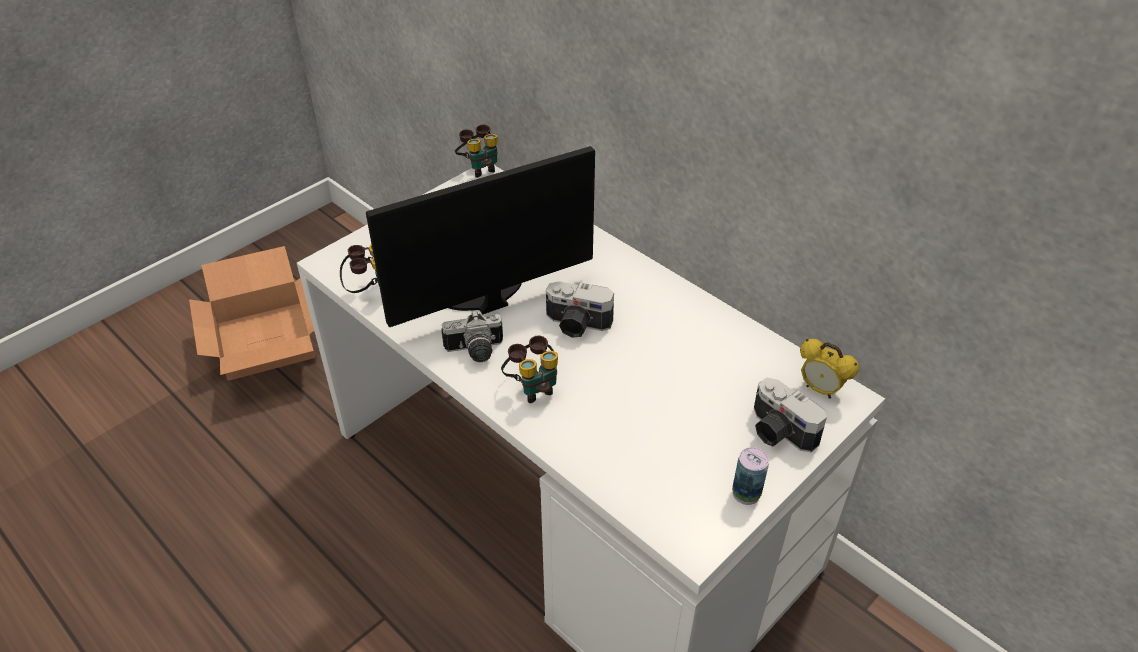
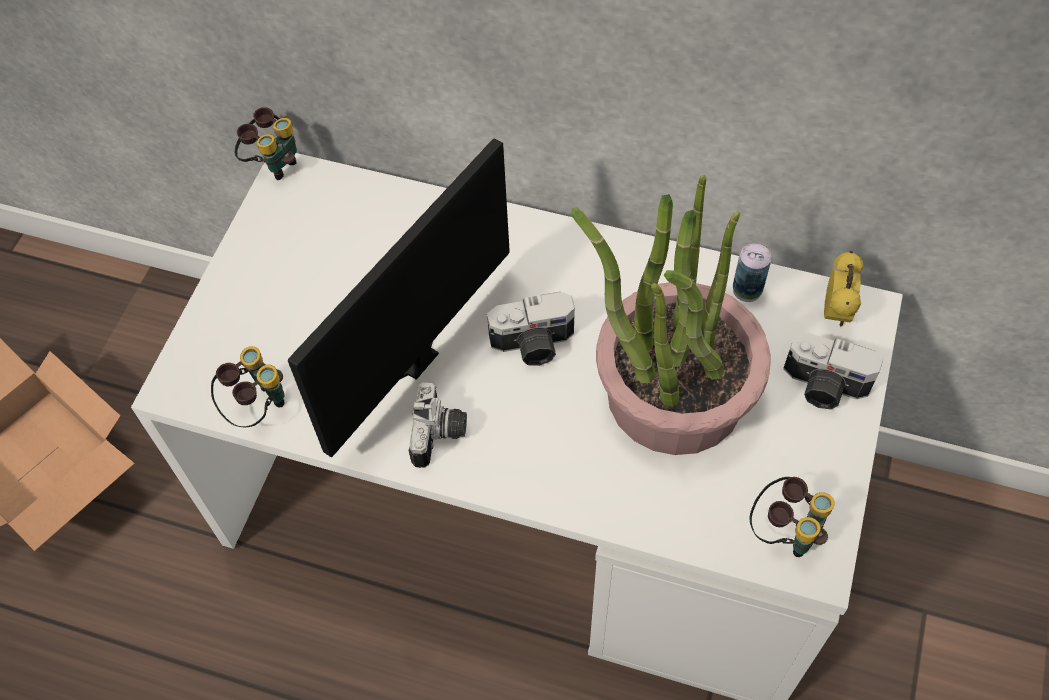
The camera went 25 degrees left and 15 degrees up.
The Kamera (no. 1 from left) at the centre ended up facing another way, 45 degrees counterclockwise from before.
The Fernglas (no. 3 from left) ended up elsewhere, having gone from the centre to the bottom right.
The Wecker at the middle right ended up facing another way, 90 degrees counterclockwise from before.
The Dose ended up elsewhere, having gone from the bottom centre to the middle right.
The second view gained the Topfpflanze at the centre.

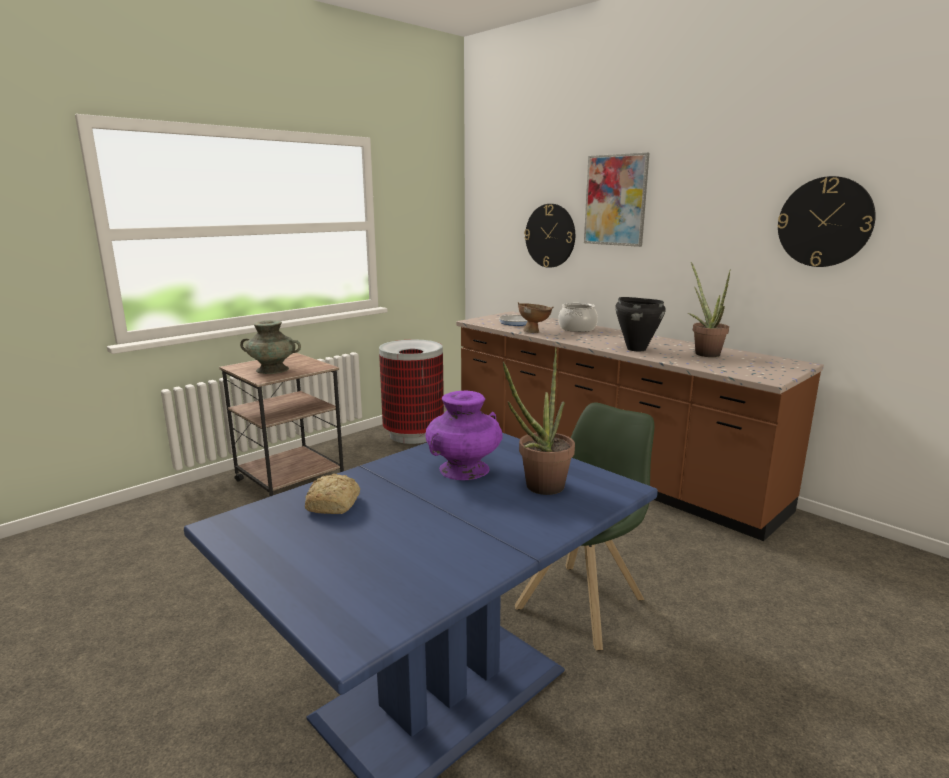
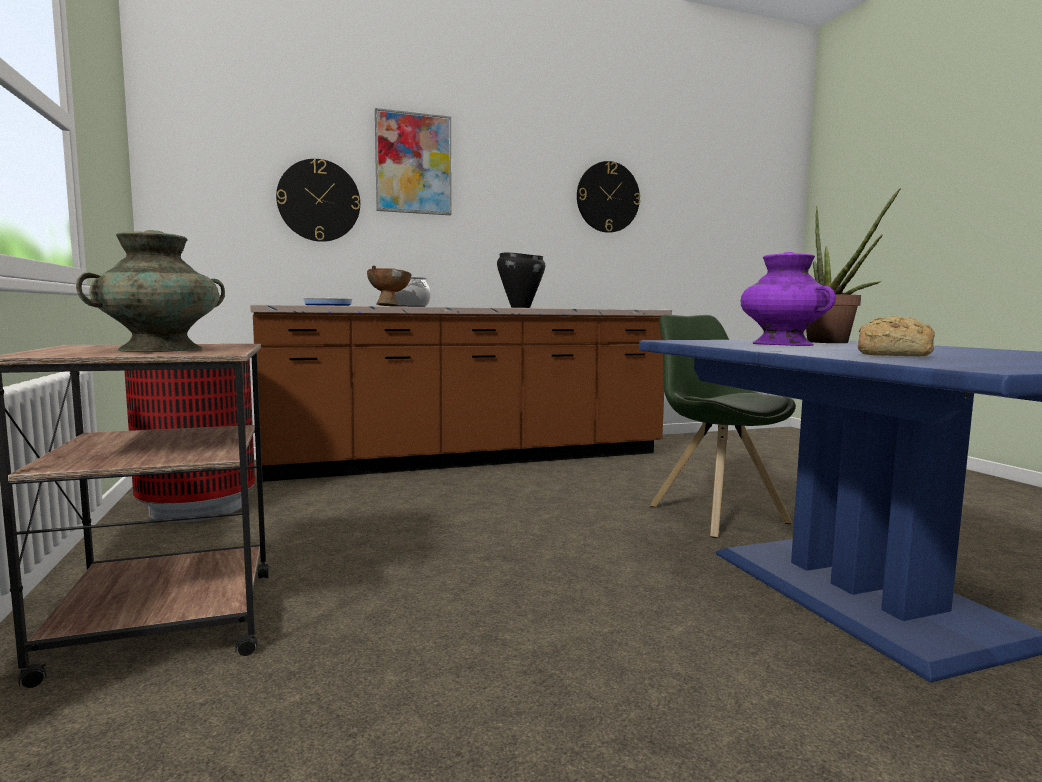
The camera went 65 degrees left and 10 degrees down.
The second view lost the Topfpflanze (no. 2 from left) at the middle right.

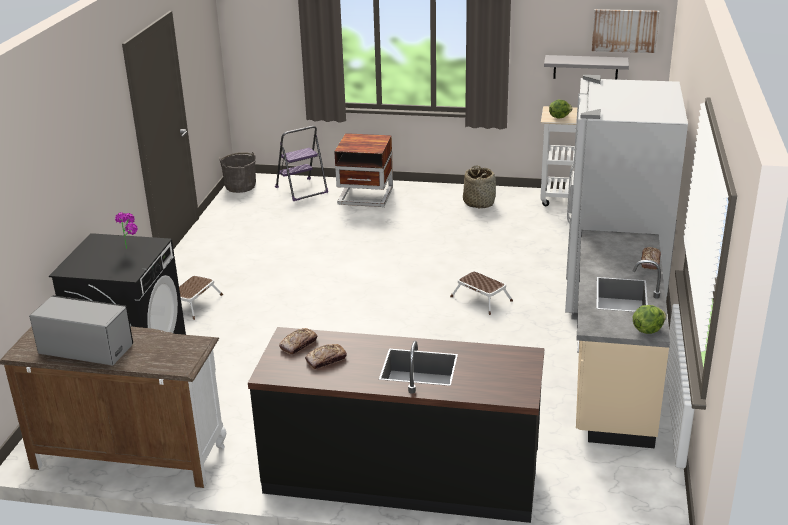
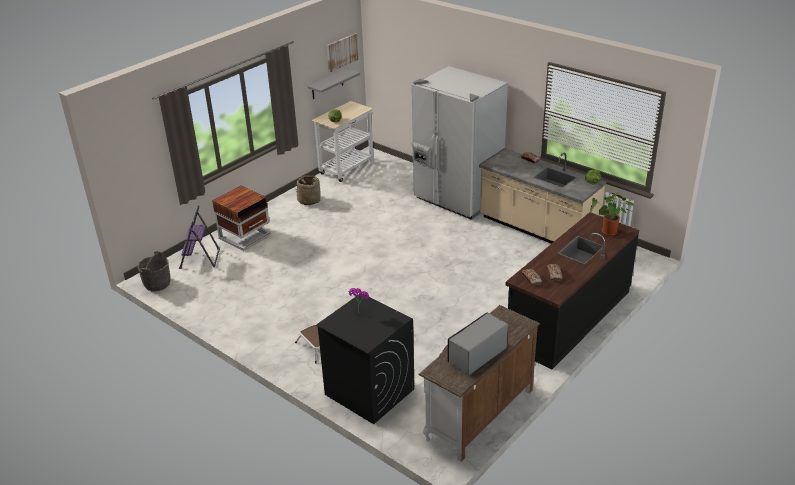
The camera went 60 degrees left and 5 degrees up.
The second view lost the Trittleiter (braun) (no. 2 from left) at the centre.
The second view gained the Topfpflanze (no. 2 from left) at the middle right.

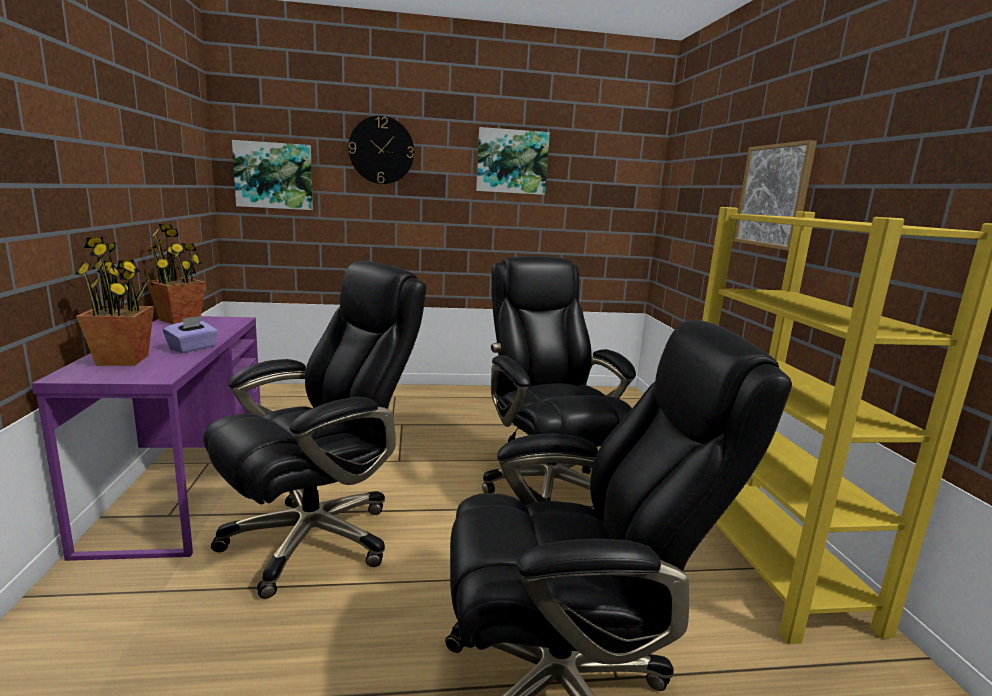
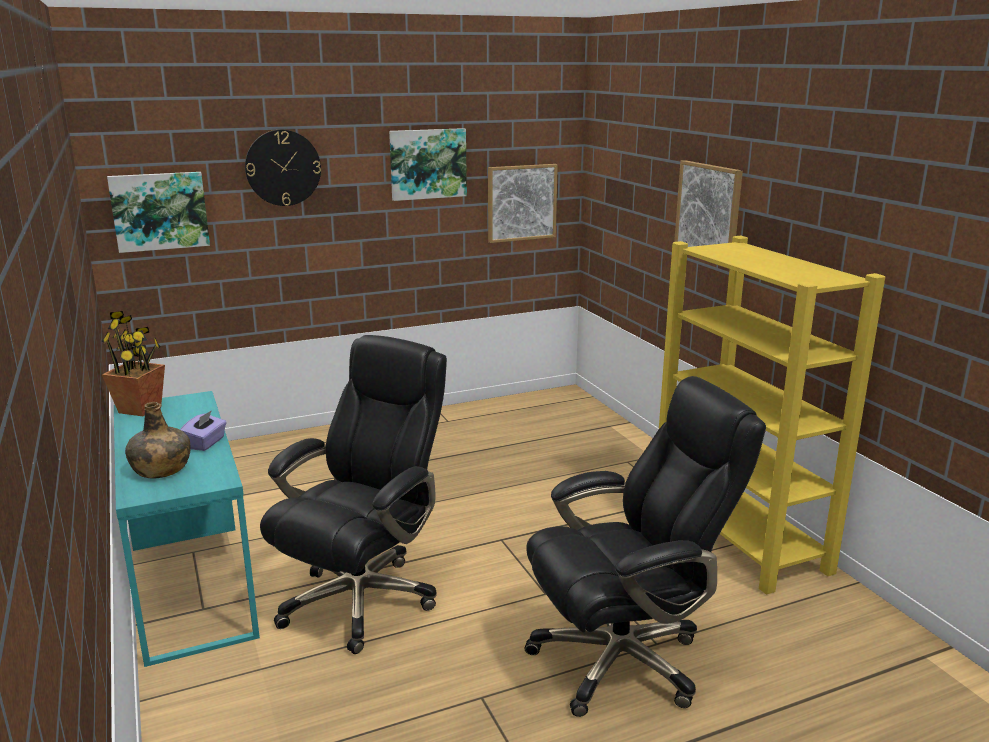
The camera went 15 degrees left and 5 degrees up.
Where the Topfpflanze (no. 1 from left) stood at the middle left, the Flasche (grün) came to stand at the middle left.
The second view lost the Bürostuhl (schwarz) (no. 2 from left) at the centre.
What was the Schreibtisch (lila) at the middle left turned into the Schreibtisch (türkis) at the bottom left.
The second view gained the Bild (no. 3 from left) at the top centre.

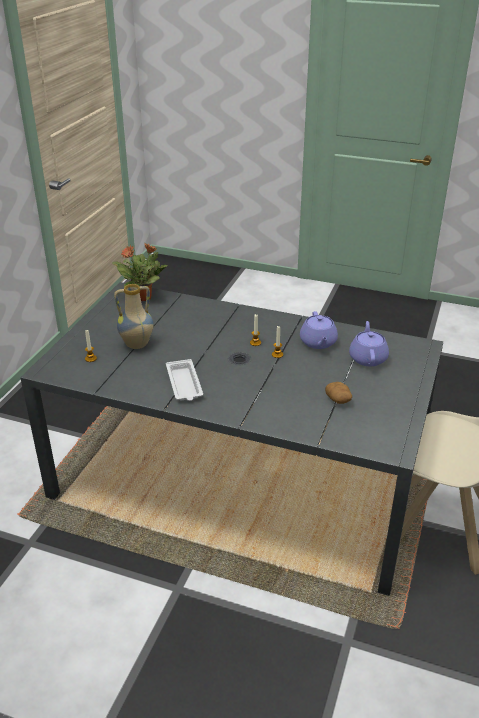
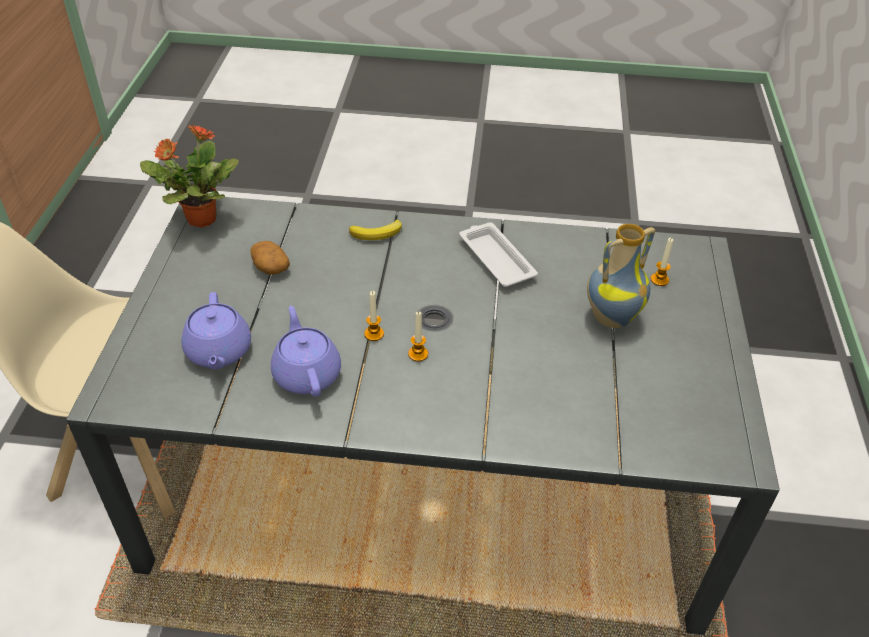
The camera went 165 degrees right and 10 degrees up.
The Topfpflanze ended up elsewhere, having gone from the middle left to the top left.
The second view gained the Banane at the centre.

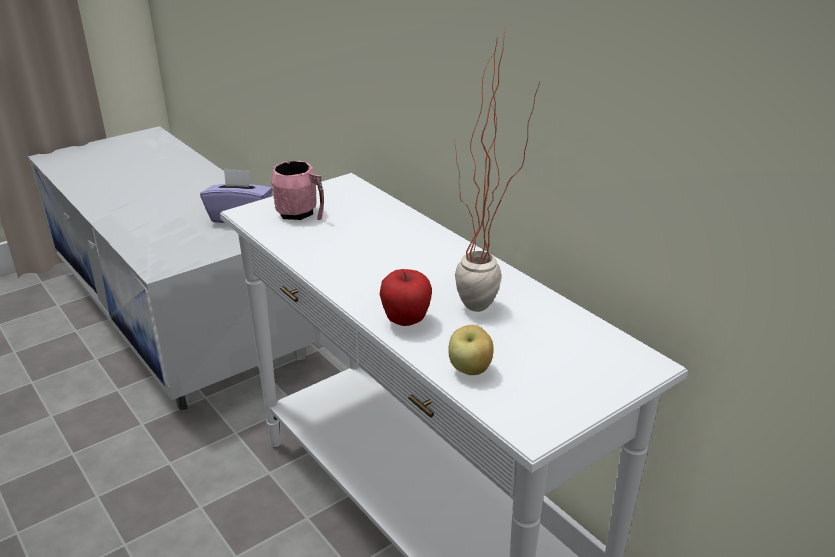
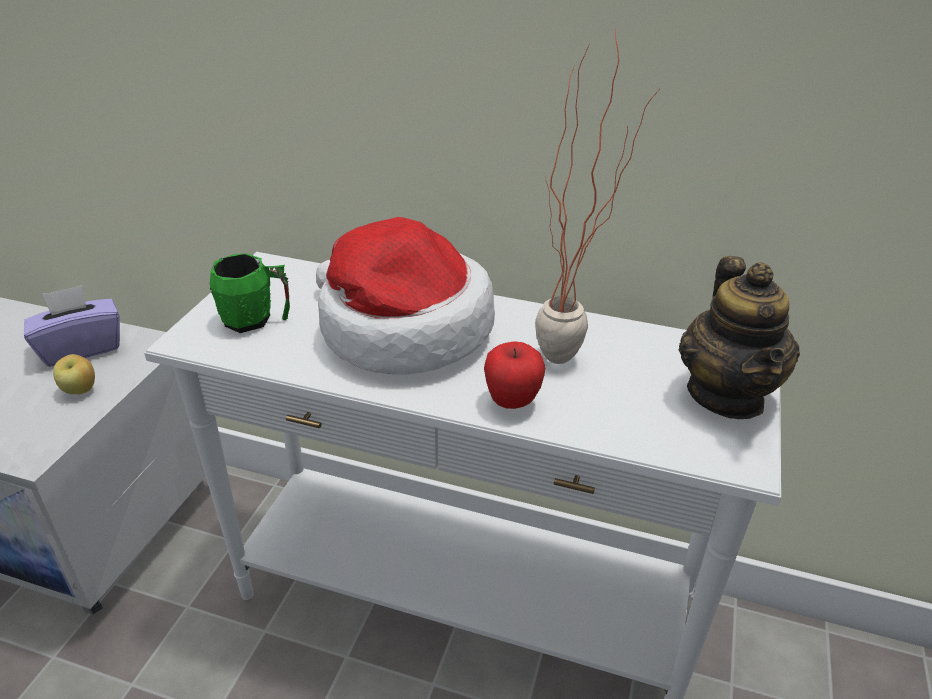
The camera went 35 degrees left and 5 degrees up.
What was the Henkelbecher (rosa) at the centre turned into the Henkelbecher (grün) at the middle left.
The Apfel (no. 2 from left in the first image) ended up elsewhere, having gone from the centre to the middle left.
The second view gained the Hut at the centre.
The second view gained the Teekanne at the middle right.

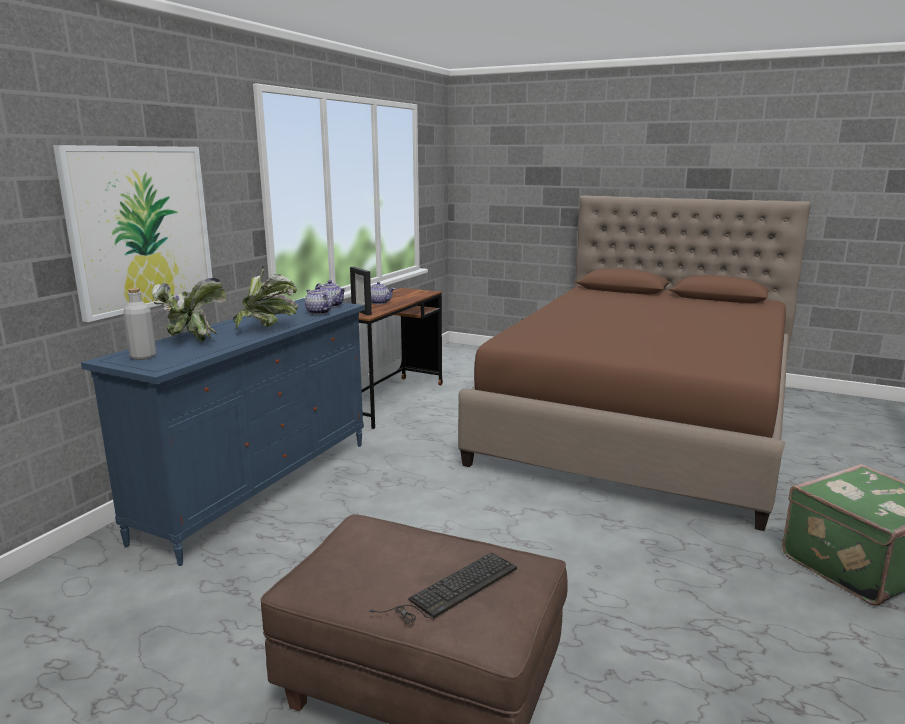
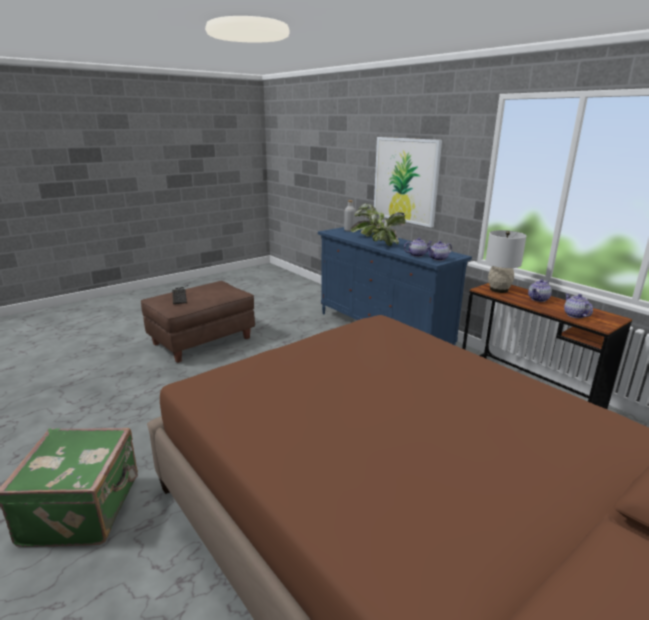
The camera went 115 degrees right and 5 degrees up.
Where the Bilderrahmen stood at the centre, the Tischlampe (weiß) came to stand at the middle right.
The second view gained the Teekanne (no. 4 from left) at the middle right.

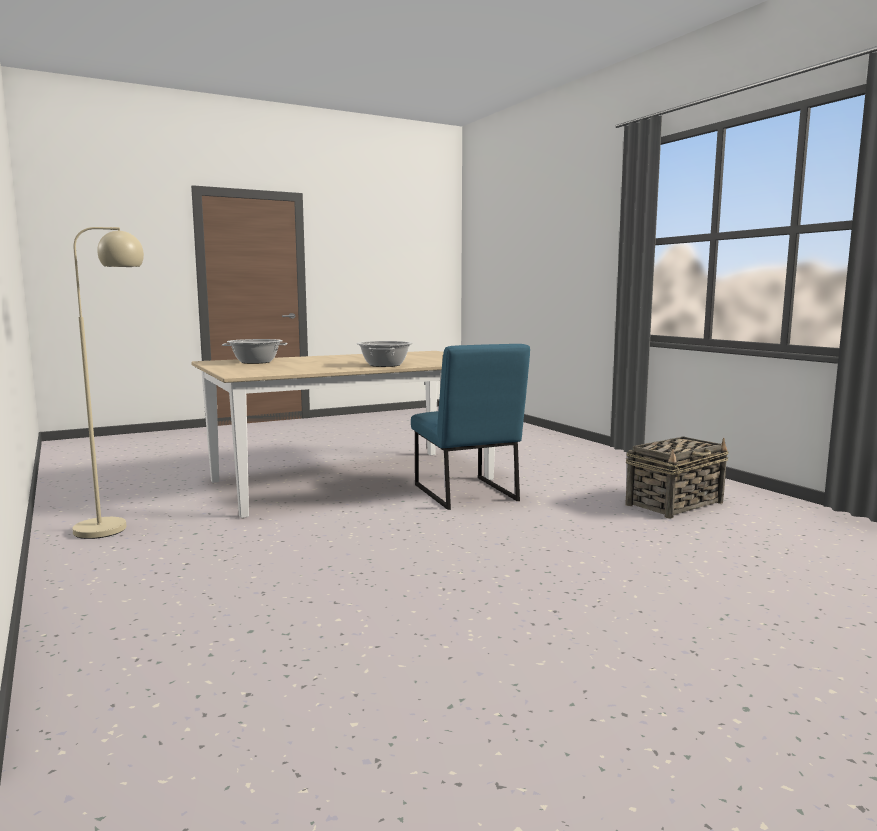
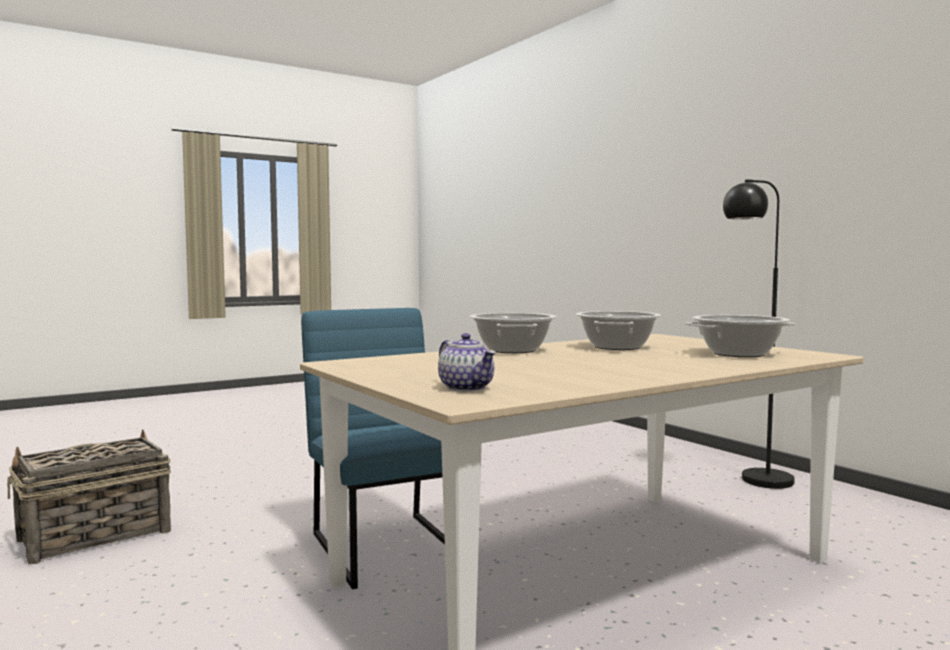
The camera went 175 degrees right and 5 degrees down.
What was the Stehlampe (beige) at the middle left turned into the Stehlampe (schwarz) at the middle right.
The second view gained the Kochtopf (no. 2 from left) at the centre.
The second view gained the Teekanne at the centre.

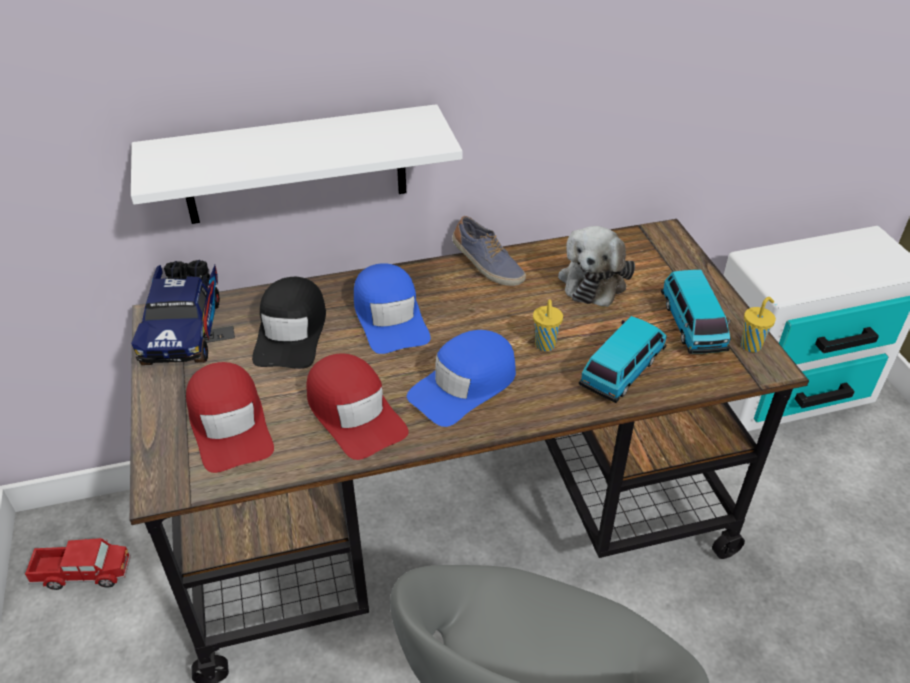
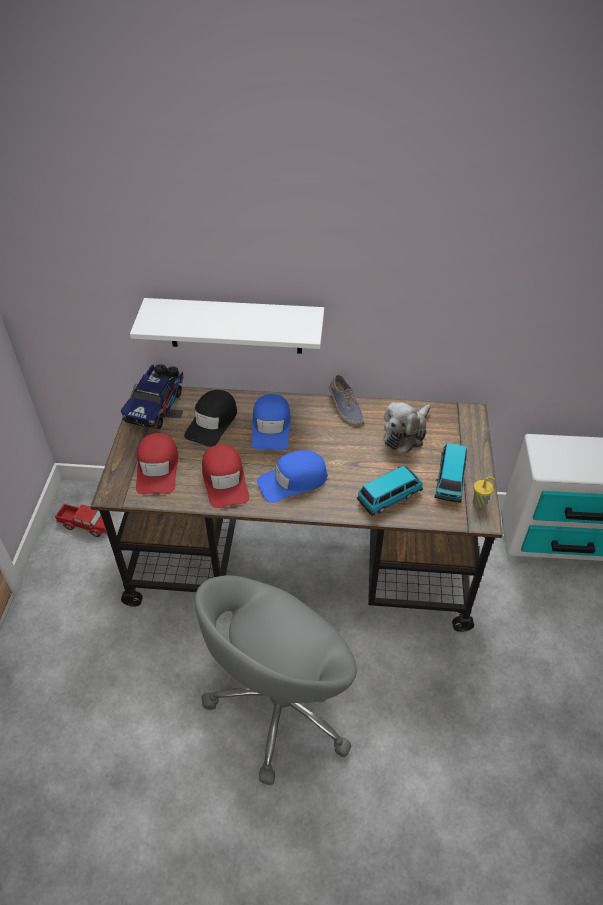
The camera went 20 degrees right and 5 degrees up.
The second view lost the Tasse (gelb) (no. 1 from left) at the centre.

